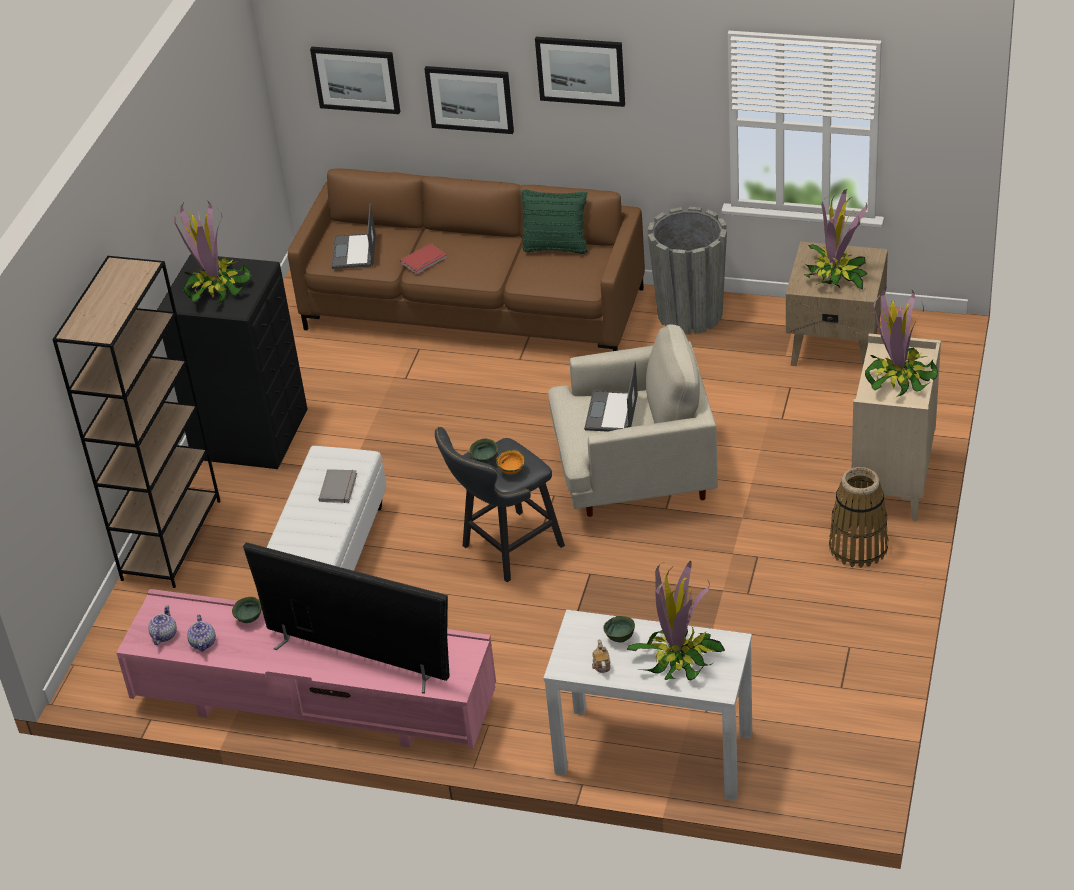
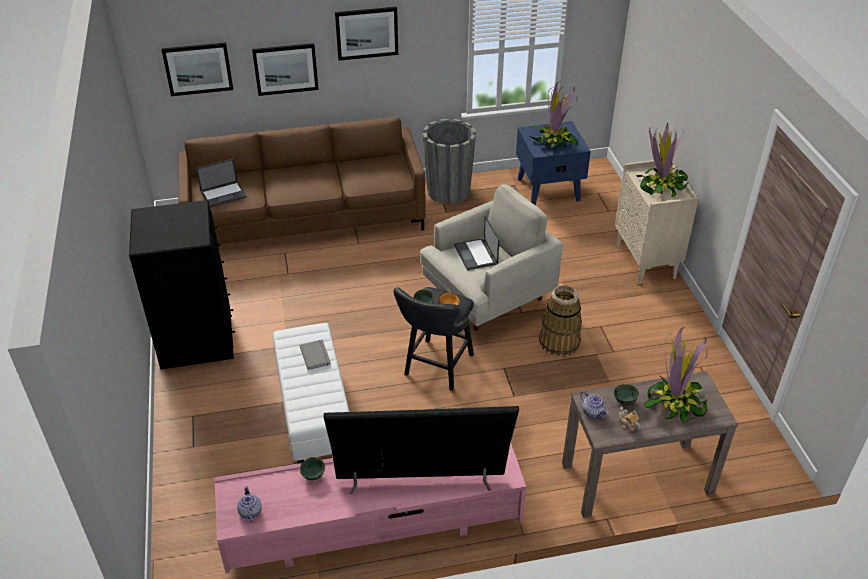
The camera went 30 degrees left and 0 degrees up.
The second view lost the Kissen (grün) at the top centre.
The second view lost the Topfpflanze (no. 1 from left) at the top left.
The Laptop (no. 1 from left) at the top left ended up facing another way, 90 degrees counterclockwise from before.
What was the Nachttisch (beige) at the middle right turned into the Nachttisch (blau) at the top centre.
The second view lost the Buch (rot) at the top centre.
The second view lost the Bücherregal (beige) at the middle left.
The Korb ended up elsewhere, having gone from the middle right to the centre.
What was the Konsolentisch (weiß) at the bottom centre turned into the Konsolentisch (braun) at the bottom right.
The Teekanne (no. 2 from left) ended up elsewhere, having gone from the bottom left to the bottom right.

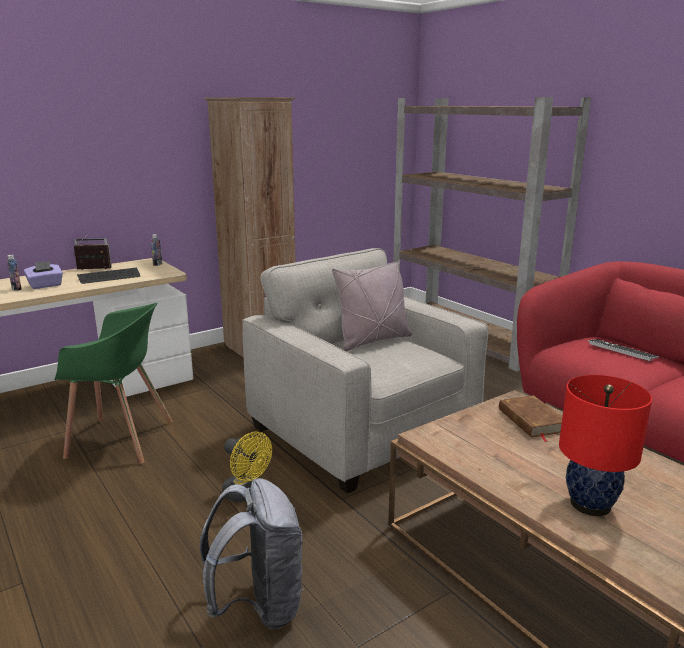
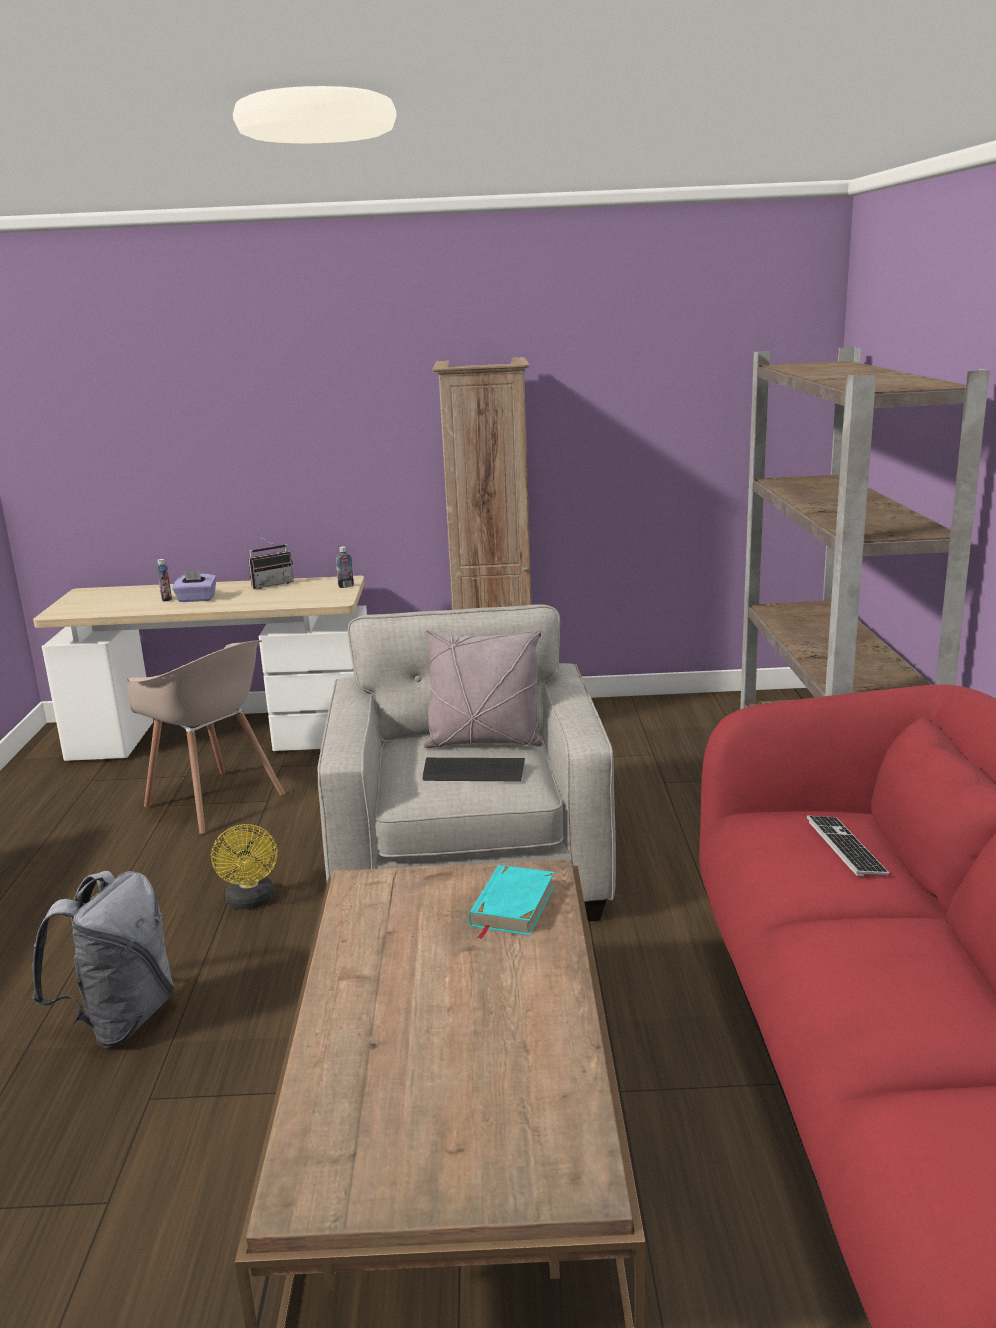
The camera went 35 degrees right and 0 degrees up.
The Radio at the middle left ended up facing another way, 120 degrees clockwise from before.
The Tastatur (no. 1 from left) ended up elsewhere, having gone from the middle left to the centre.
What was the Stuhl (grün) at the middle left turned into the Stuhl (beige) at the middle left.
The second view lost the Tischlampe (rot) at the bottom right.
What was the Buch (braun) at the middle right turned into the Buch (türkis) at the bottom centre.

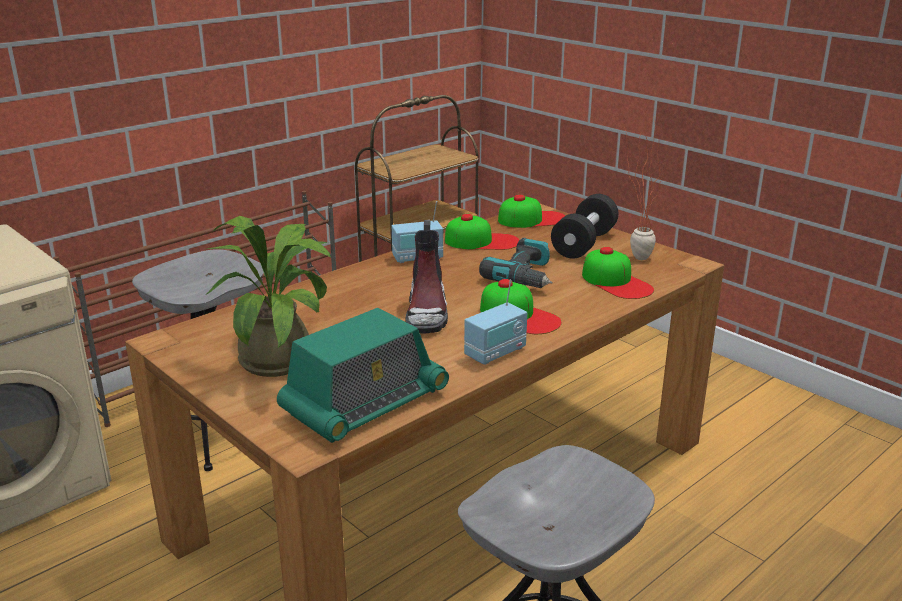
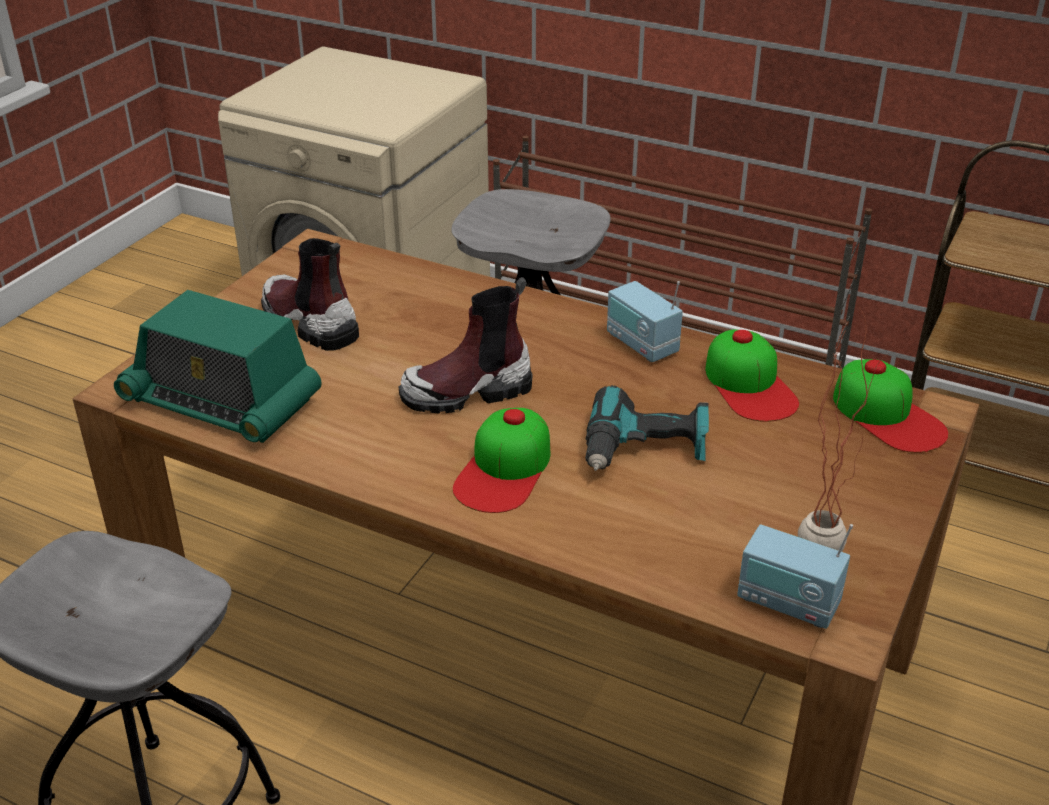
The camera went 70 degrees right and 10 degrees up.
The second view lost the Hantel (schwarz) at the centre.
Where the Topfpflanze (no. 1 from left) stood at the middle left, the Stiefel (no. 1 from left) came to stand at the middle left.
The second view lost the Kappe (no. 4 from left) at the middle right.
The Radio (no. 3 from left) ended up elsewhere, having gone from the centre to the bottom right.

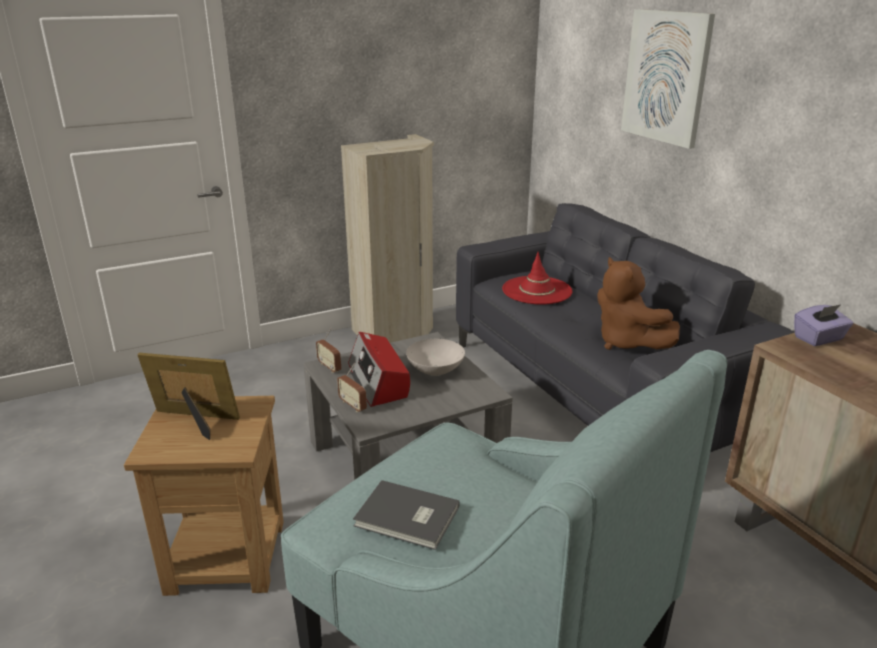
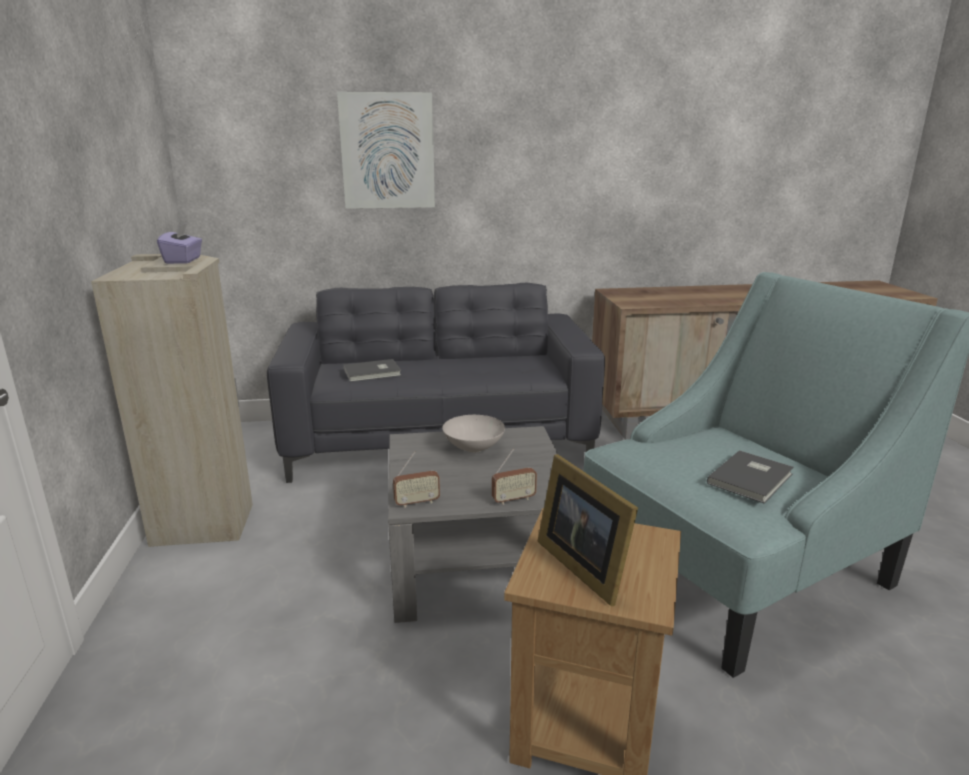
The camera went 70 degrees left and 5 degrees down.
Where the Hut (rot) stood at the centre, the Buch (grau) (no. 1 from left) came to stand at the centre.
The second view lost the Plüschtier (braun) at the middle right.
The Taschentuchbox (lila) ended up elsewhere, having gone from the middle right to the top left.
The second view lost the Radio (no. 3 from left) at the centre.
The Bilderrahmen at the middle left ended up facing another way, 60 degrees counterclockwise from before.

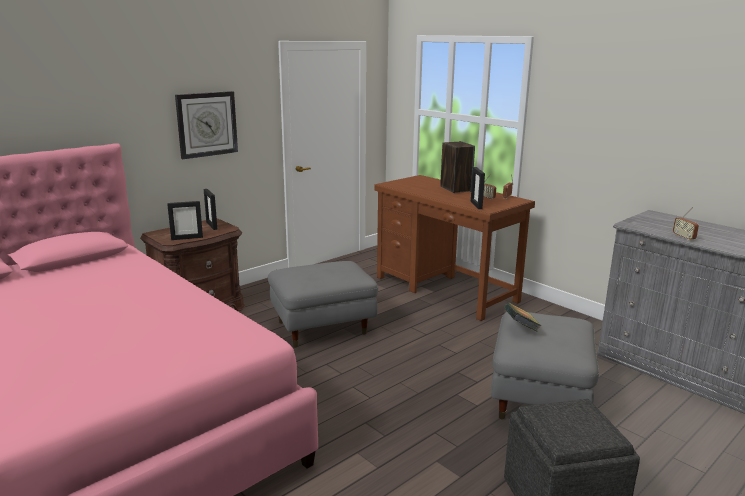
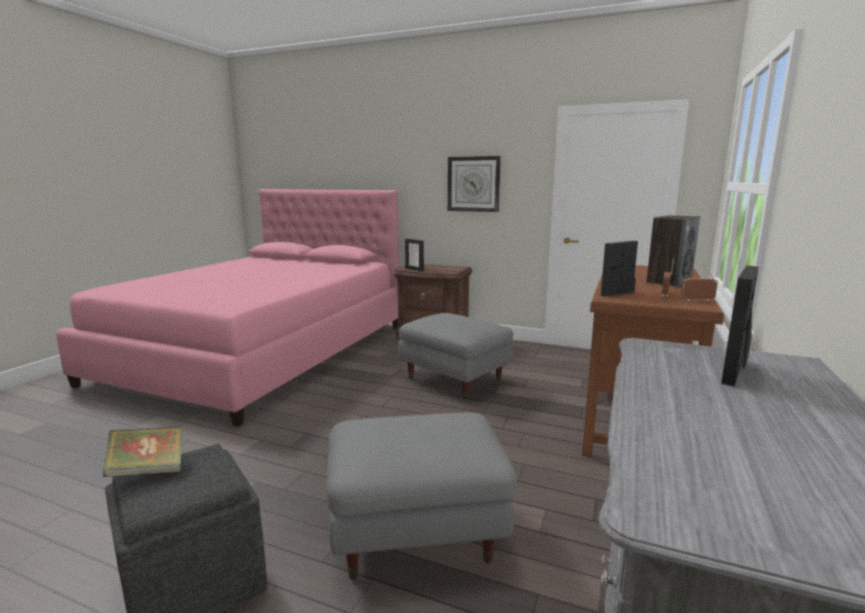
The camera went 65 degrees right and 5 degrees down.
The Bilderrahmen (no. 2 from left in the first image) ended up elsewhere, having gone from the middle left to the middle right.
The second view lost the Radio (no. 3 from left) at the middle right.
The Buch ended up elsewhere, having gone from the middle right to the bottom left.

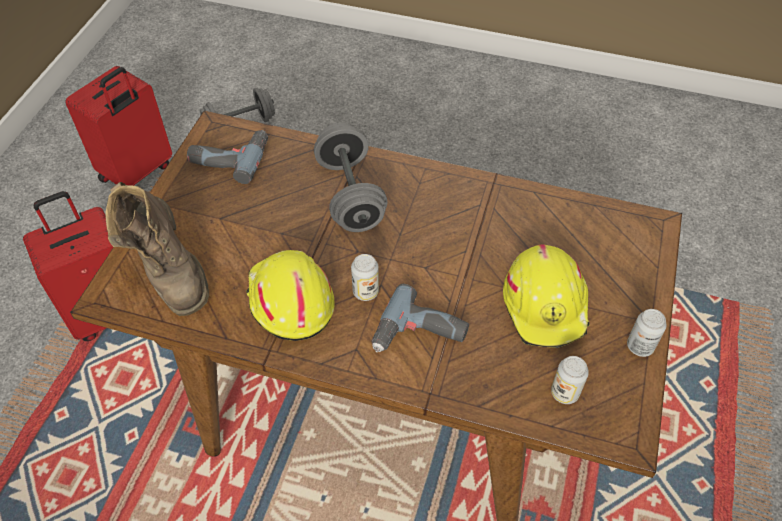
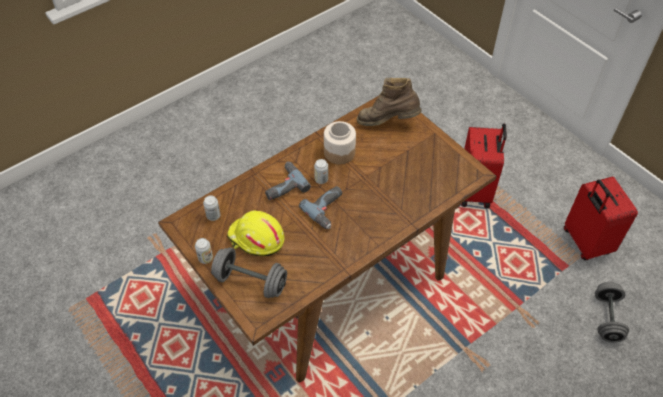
The camera went 125 degrees right and 0 degrees up.
The Hantel (grau) (no. 2 from left in the first image) ended up elsewhere, having gone from the centre to the bottom centre.
The Bohrmaschine (no. 1 from left in the first image) ended up elsewhere, having gone from the top left to the centre.
Where the Schutzhelm (gelb) (no. 1 from left) stood at the centre, the Vorratsglas came to stand at the centre.

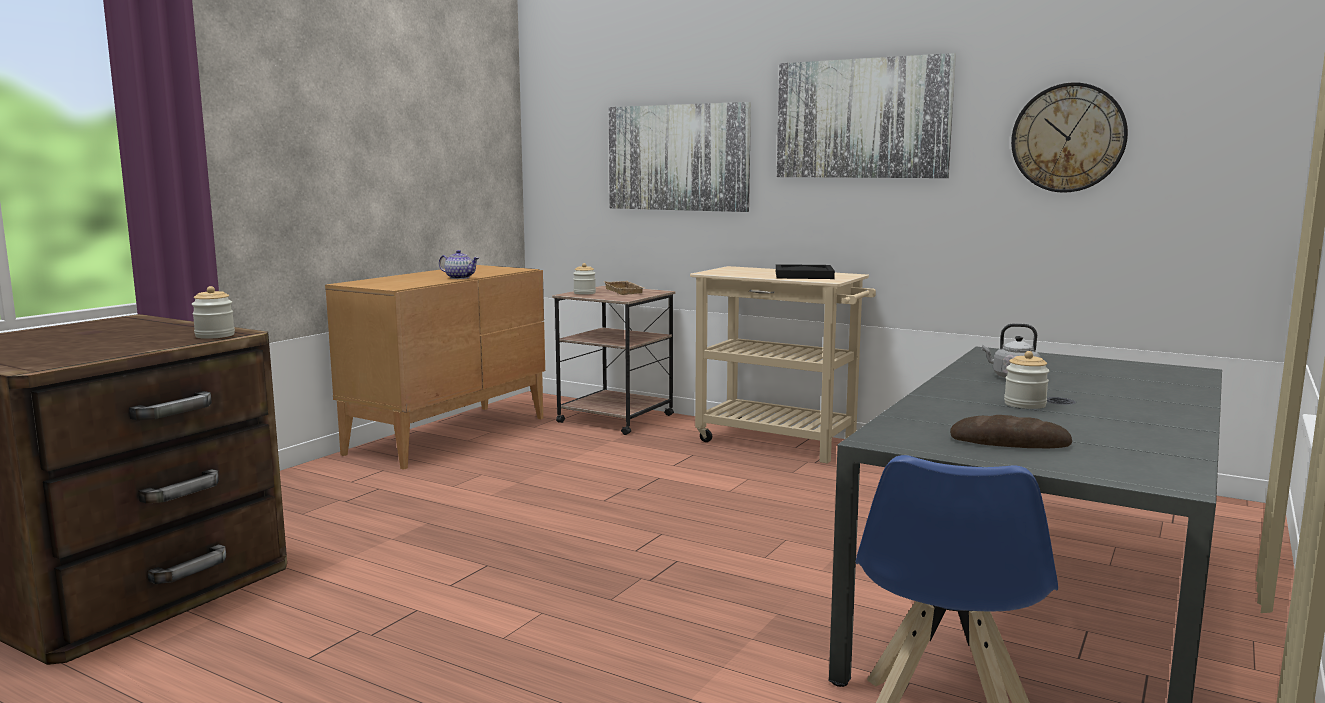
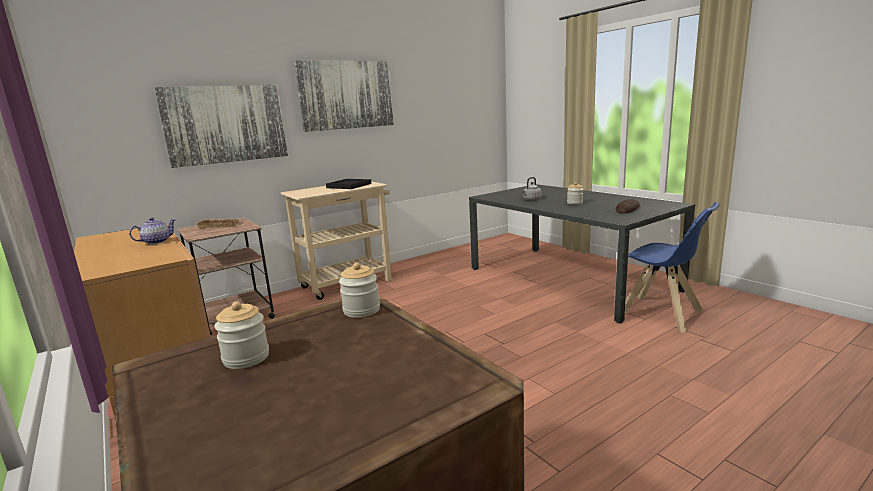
The camera went 65 degrees left and 5 degrees up.
The second view lost the Wanduhr at the top right.
The Vorratsglas (no. 2 from left in the first image) ended up elsewhere, having gone from the centre to the bottom left.

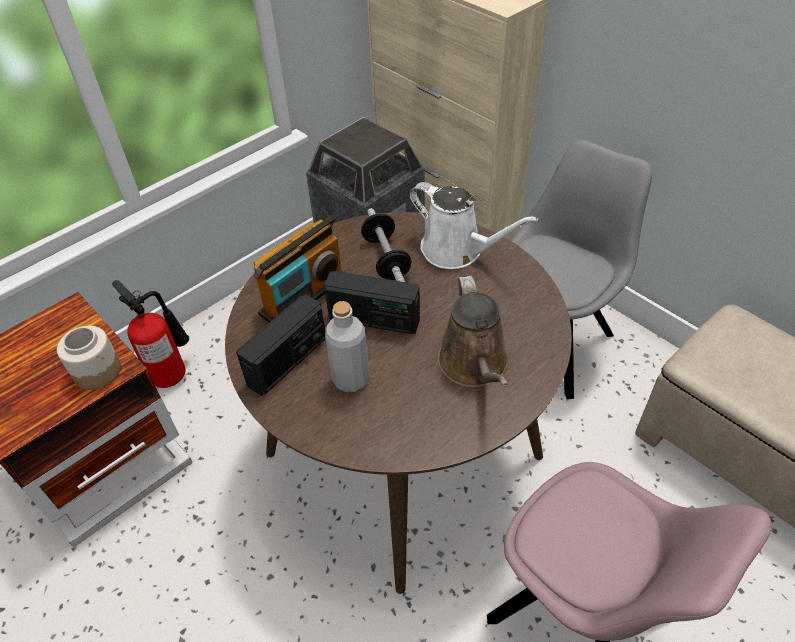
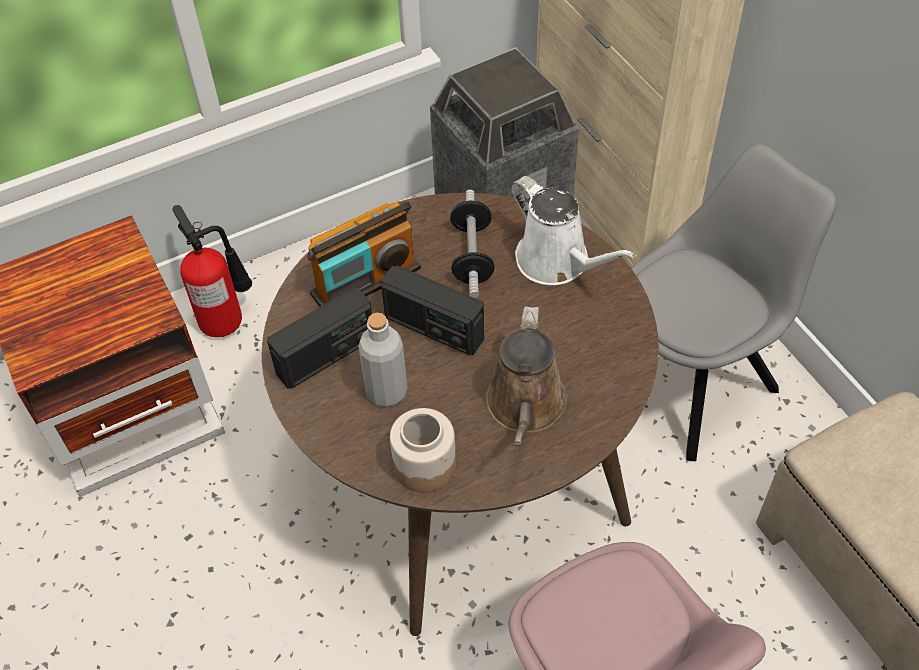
The camera went 15 degrees right and 5 degrees up.
The Vorratsglas ended up elsewhere, having gone from the middle left to the bottom centre.

